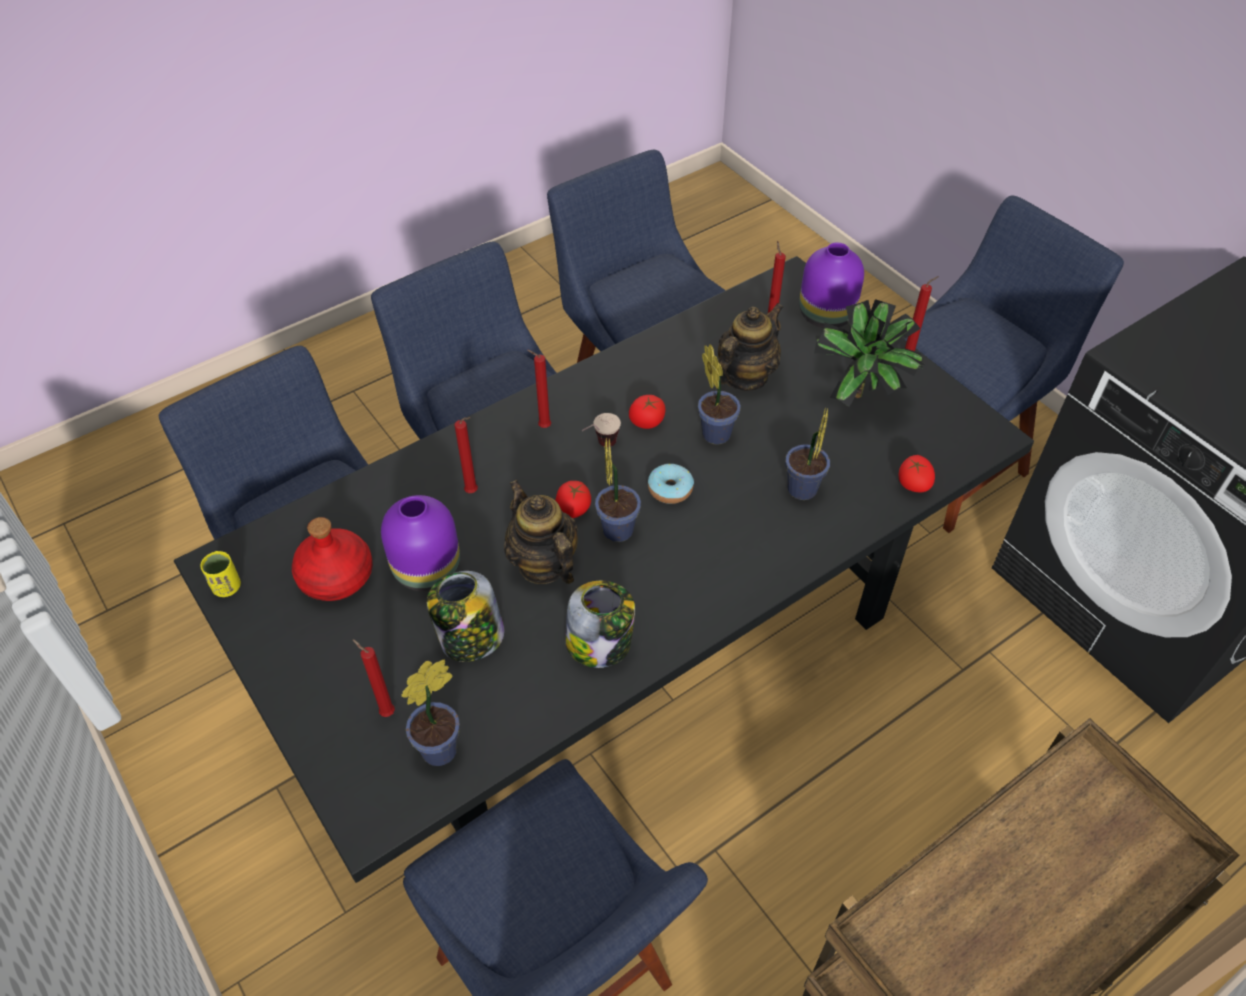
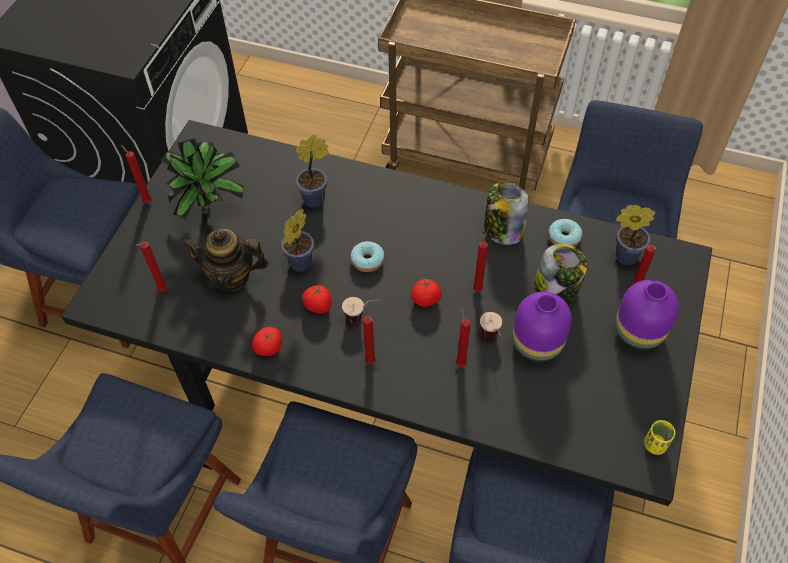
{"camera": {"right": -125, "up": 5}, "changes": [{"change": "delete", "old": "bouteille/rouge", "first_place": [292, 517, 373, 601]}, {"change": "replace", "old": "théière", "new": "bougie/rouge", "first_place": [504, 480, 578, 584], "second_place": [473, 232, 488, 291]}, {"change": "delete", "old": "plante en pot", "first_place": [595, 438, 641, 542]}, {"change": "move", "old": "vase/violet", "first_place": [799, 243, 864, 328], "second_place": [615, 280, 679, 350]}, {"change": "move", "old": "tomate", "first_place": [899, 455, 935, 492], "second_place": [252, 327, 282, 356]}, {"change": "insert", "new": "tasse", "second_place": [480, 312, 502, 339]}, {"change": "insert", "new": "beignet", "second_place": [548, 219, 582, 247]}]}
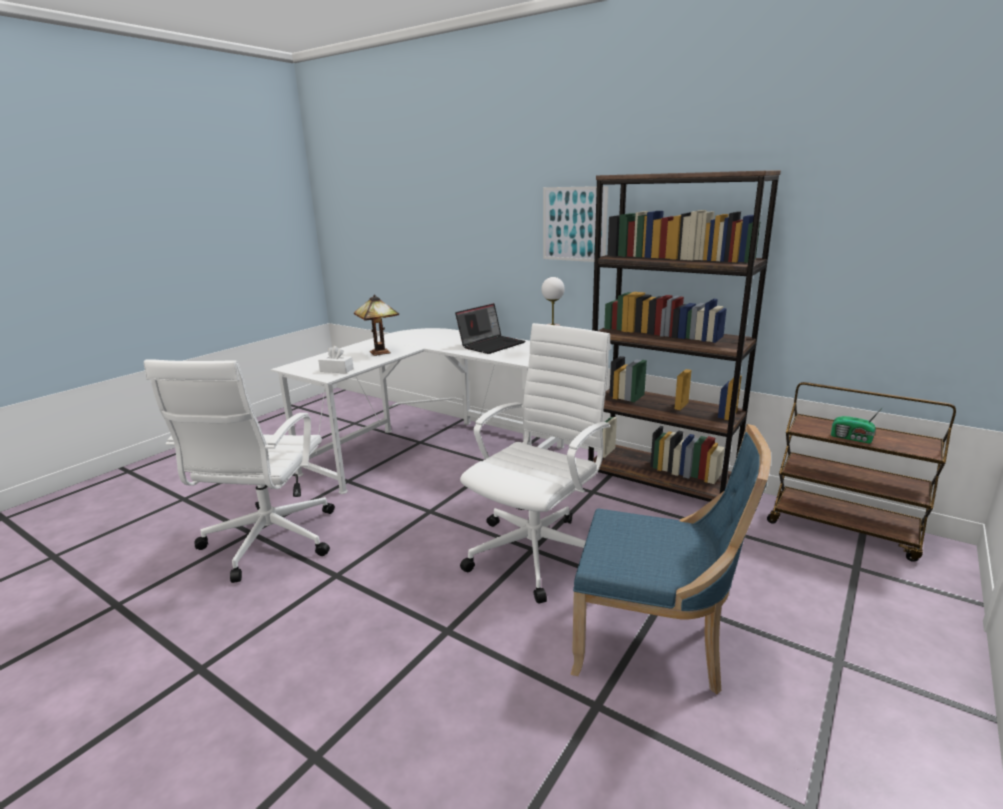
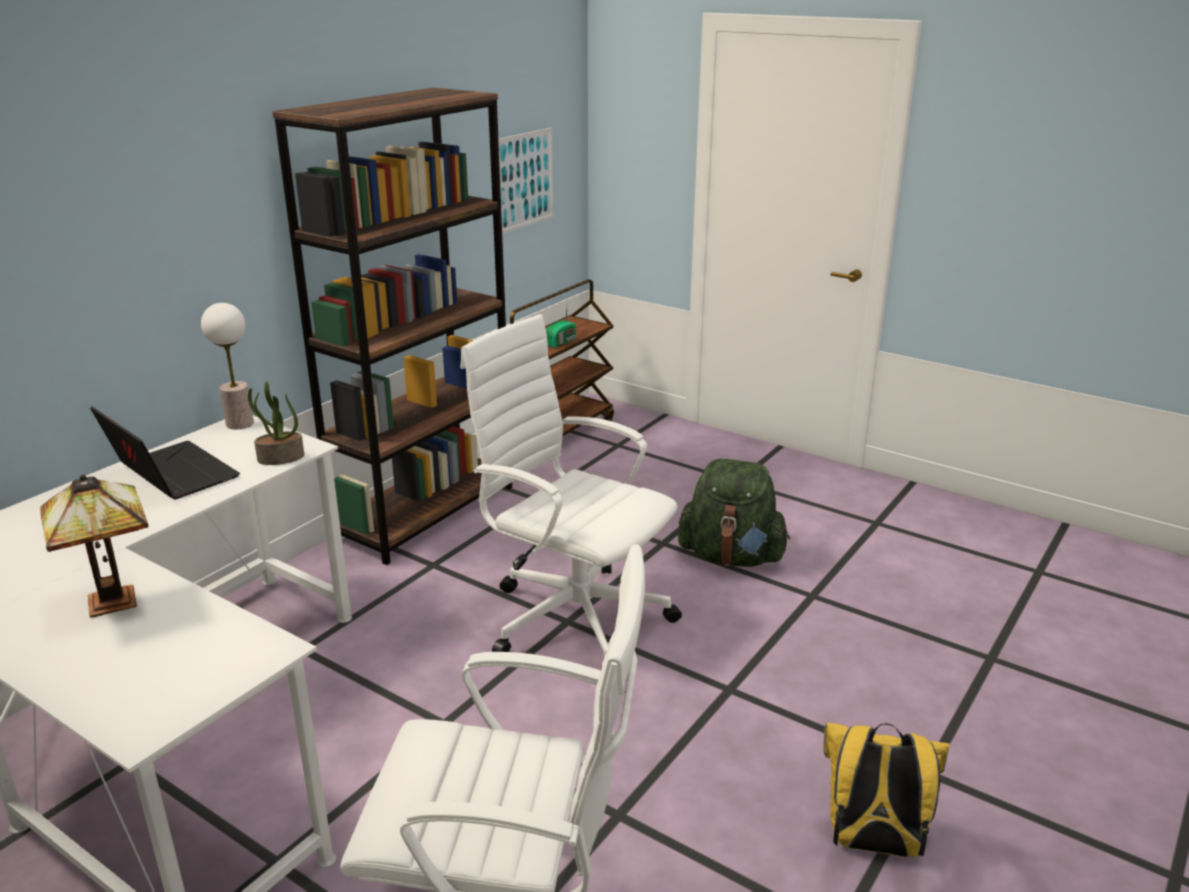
{"camera": {"right": -90, "up": 5}, "changes": [{"change": "delete", "old": "boîte à mouchoirs/blanc", "first_place": [318, 346, 354, 373]}, {"change": "move", "old": "tableau", "first_place": [543, 186, 608, 262], "second_place": [498, 128, 554, 234]}, {"change": "replace", "old": "chaise/bleu", "new": "sac à dos/vert", "first_place": [571, 424, 771, 694], "second_place": [678, 459, 790, 567]}, {"change": "insert", "new": "plante en pot", "second_place": [248, 381, 304, 465]}, {"change": "insert", "new": "sac à dos/jaune", "second_place": [824, 722, 950, 857]}]}
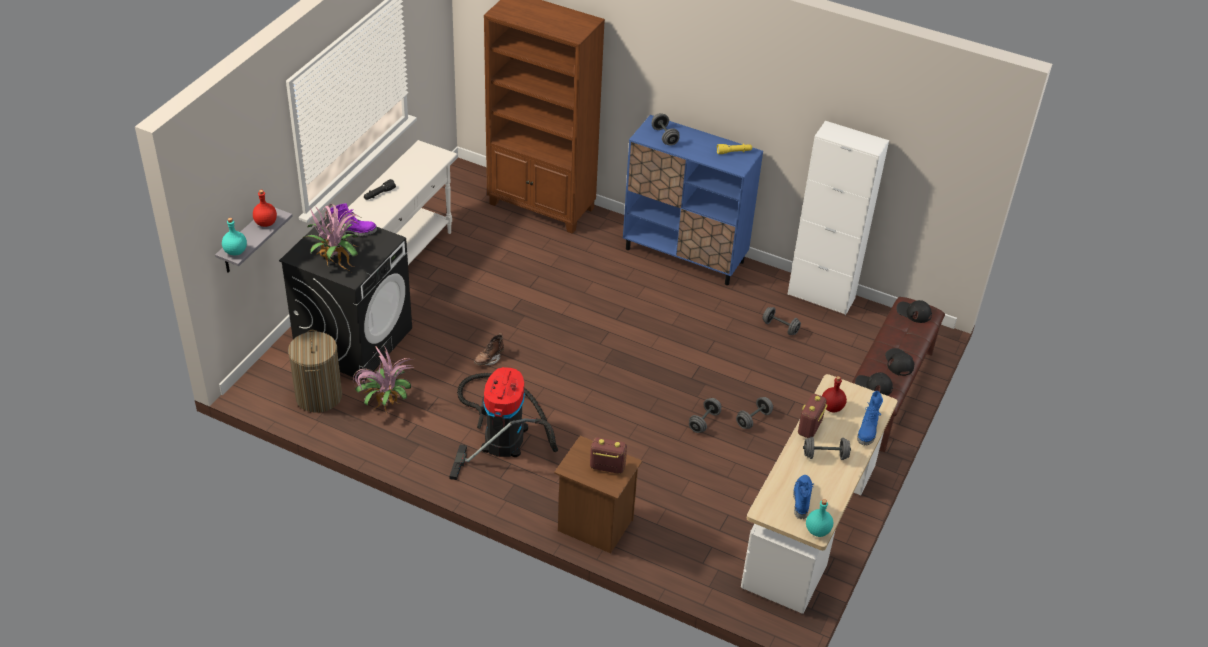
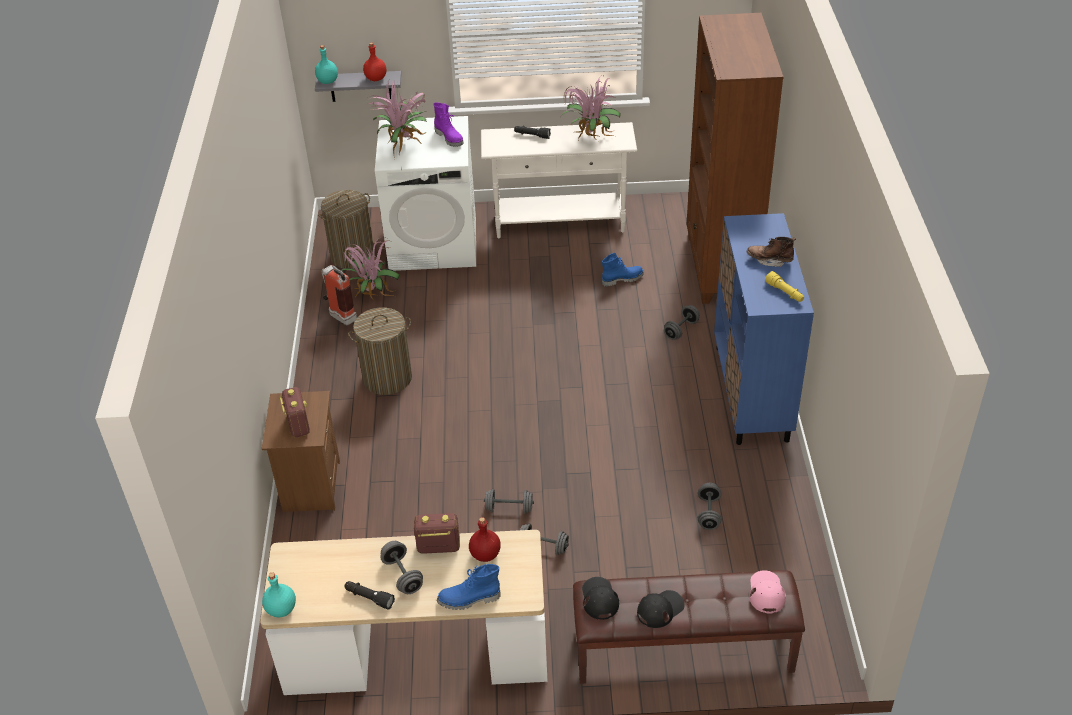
{"camera": {"right": 65, "up": 0}, "changes": [{"change": "recolor", "old": "lave-linge/noir", "new": "lave-linge/blanc", "first_place": [279, 214, 412, 382], "second_place": [375, 116, 476, 271]}, {"change": "replace", "old": "aspirateur", "new": "panier à linge", "first_place": [449, 367, 558, 480], "second_place": [348, 307, 412, 395]}, {"change": "move", "old": "botte/marron", "first_place": [474, 332, 504, 365], "second_place": [747, 237, 796, 267]}, {"change": "move", "old": "haltère/gris", "first_place": [652, 113, 680, 146], "second_place": [664, 305, 700, 340]}, {"change": "delete", "old": "meuble de rangement/blanc", "first_place": [787, 121, 889, 315]}, {"change": "move", "old": "botte/bleu", "first_place": [793, 475, 814, 519], "second_place": [602, 253, 644, 287]}, {"change": "recolor", "old": "casquette/noir", "new": "casquette/rose", "first_place": [896, 300, 932, 323], "second_place": [749, 570, 786, 614]}, {"change": "insert", "new": "extincteur", "second_place": [322, 265, 357, 325]}, {"change": "insert", "new": "lampe de poche/noir", "second_place": [344, 581, 395, 610]}, {"change": "insert", "new": "plante en pot", "second_place": [561, 76, 621, 141]}]}
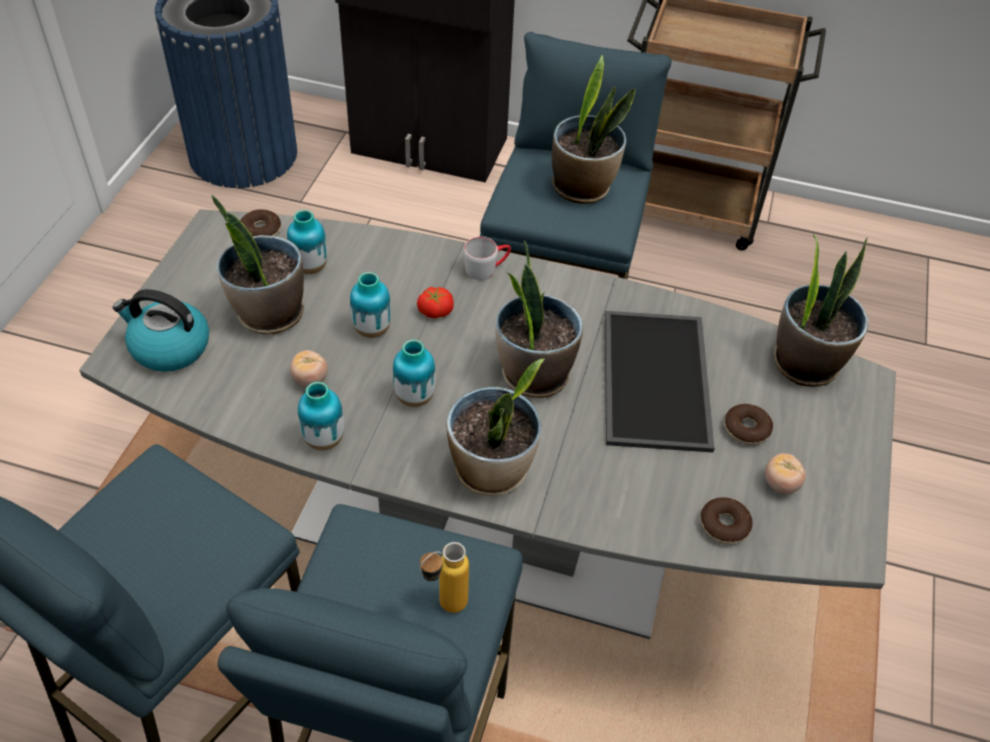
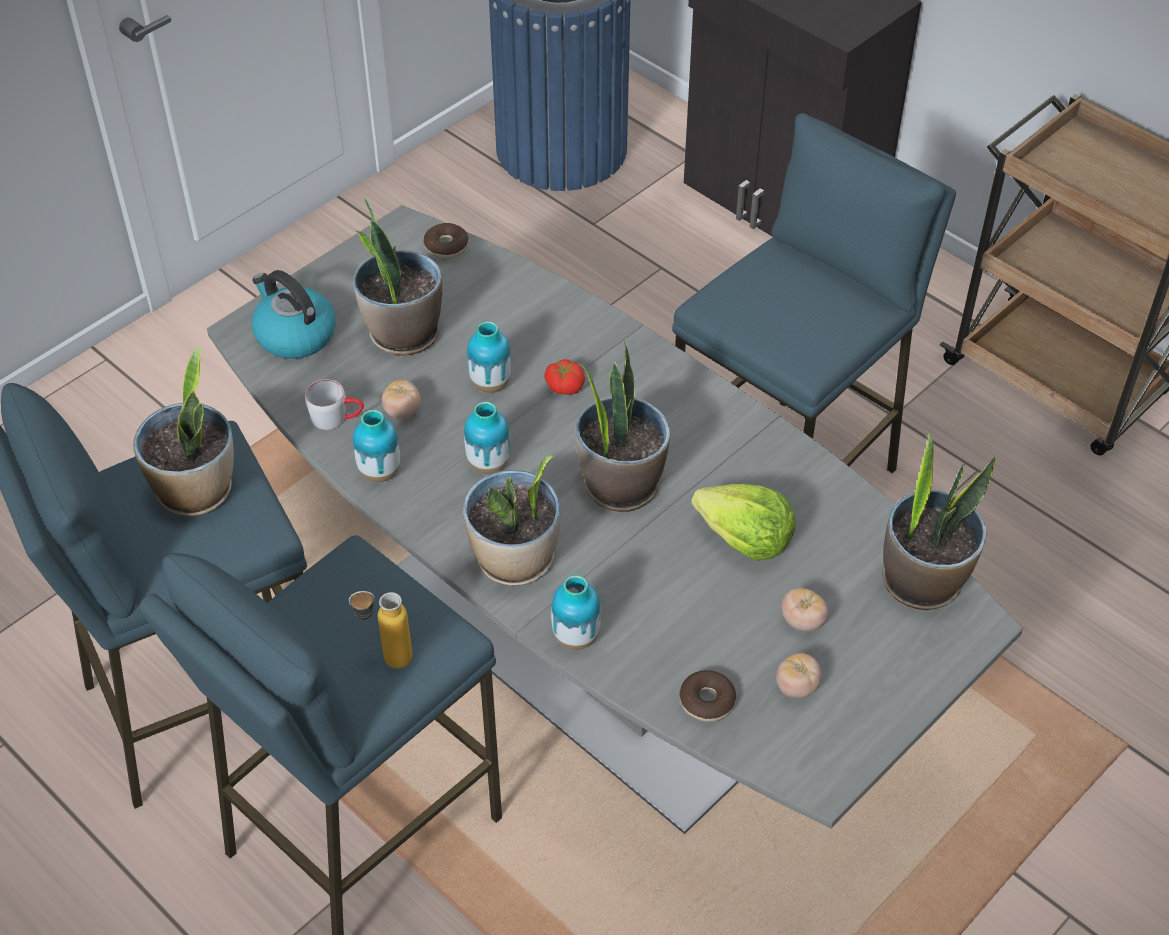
{"camera": {"right": 30, "up": 0}, "changes": [{"change": "move", "old": "vase", "first_place": [287, 210, 327, 274], "second_place": [551, 575, 601, 650]}, {"change": "move", "old": "mug/gris", "first_place": [463, 237, 511, 280], "second_place": [305, 379, 364, 430]}, {"change": "move", "old": "plante en pot", "first_place": [552, 55, 635, 204], "second_place": [133, 346, 234, 516]}, {"change": "replace", "old": "plateau", "new": "laitue", "first_place": [605, 311, 715, 452], "second_place": [691, 484, 796, 561]}, {"change": "replace", "old": "beignet", "new": "tomate", "first_place": [724, 404, 773, 445], "second_place": [782, 588, 828, 631]}]}
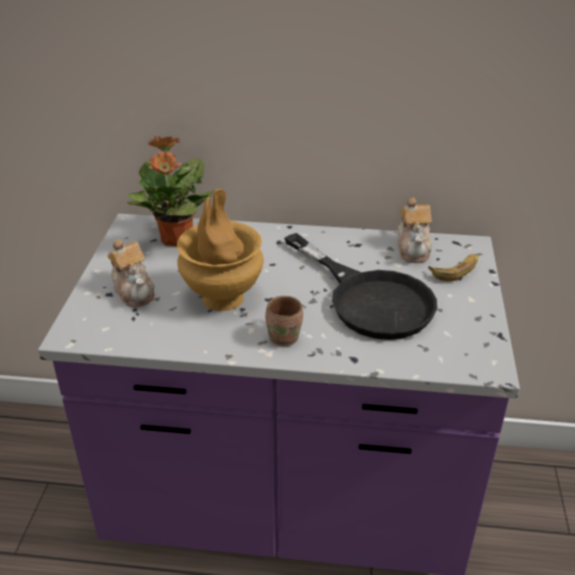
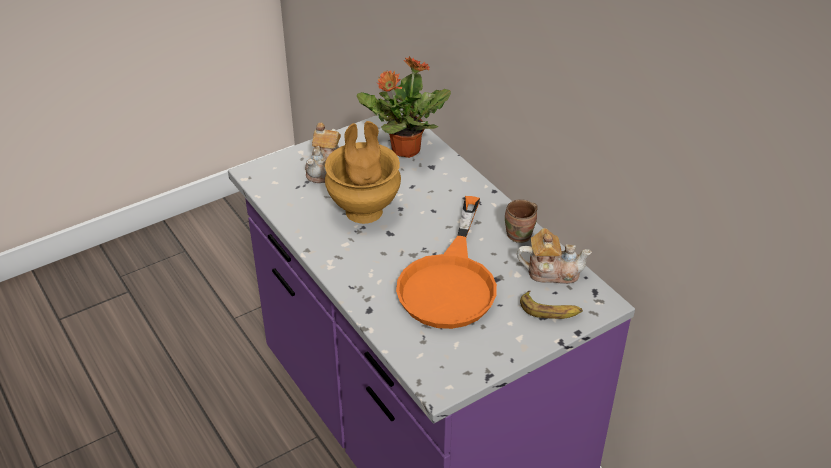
{"camera": {"right": 50, "up": 5}, "changes": [{"change": "move", "old": "mug/marron", "first_place": [265, 296, 303, 346], "second_place": [505, 199, 538, 243]}, {"change": "recolor", "old": "poêle/noir", "new": "poêle/orange", "first_place": [284, 233, 437, 340], "second_place": [396, 196, 497, 329]}, {"change": "rotate", "old": "théière", "first_place": [397, 197, 432, 263], "second_place": [517, 228, 592, 284], "degrees": -135}]}
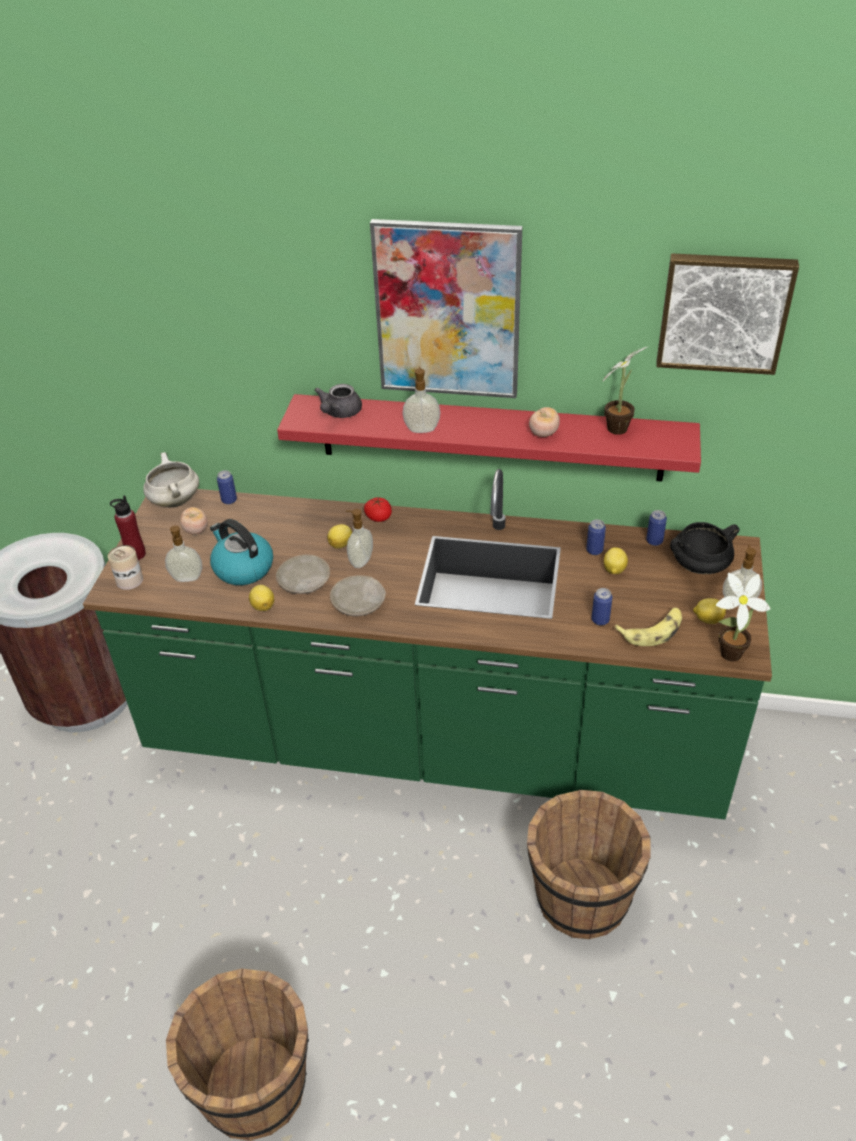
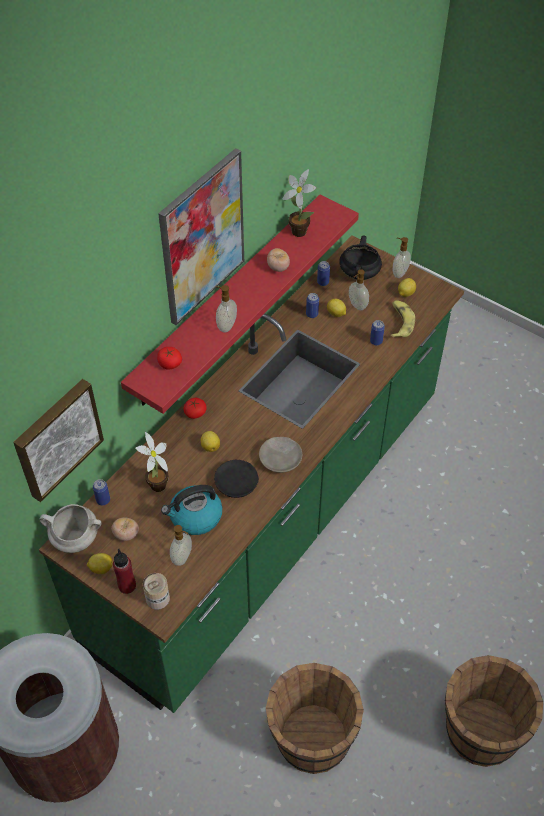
{"camera": {"right": -65, "up": 10}, "changes": [{"change": "move", "old": "citron", "first_place": [249, 585, 274, 611], "second_place": [87, 553, 113, 574]}, {"change": "recolor", "old": "assiette/beige", "new": "assiette/noir", "first_place": [276, 555, 330, 594], "second_place": [214, 460, 259, 498]}, {"change": "replace", "old": "théière/gris", "new": "tomate", "first_place": [314, 384, 362, 418], "second_place": [157, 347, 182, 370]}, {"change": "move", "old": "distributeur de savon", "first_place": [346, 509, 373, 568], "second_place": [349, 269, 369, 310]}, {"change": "move", "old": "seau/marron", "first_place": [527, 790, 651, 939], "second_place": [266, 663, 364, 774]}, {"change": "move", "old": "tableau", "first_place": [656, 253, 799, 375], "second_place": [13, 379, 104, 502]}, {"change": "move", "old": "plante en pot", "first_place": [716, 573, 771, 662], "second_place": [135, 432, 169, 492]}]}
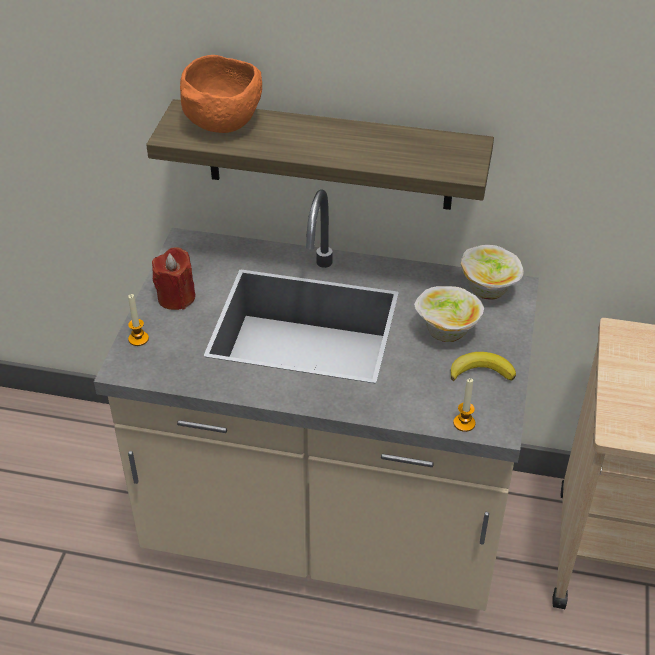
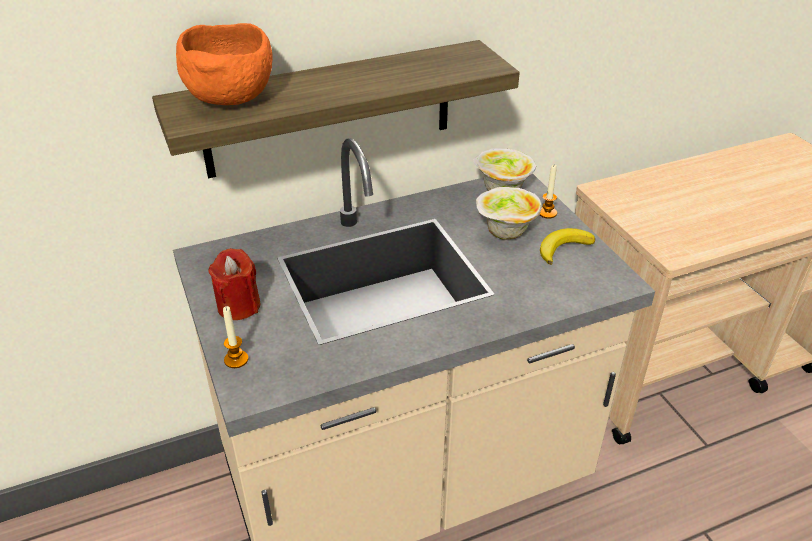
{"camera": {"right": -35, "up": -5}, "changes": [{"change": "move", "old": "bougie", "first_place": [453, 378, 476, 432], "second_place": [540, 165, 557, 219]}]}
